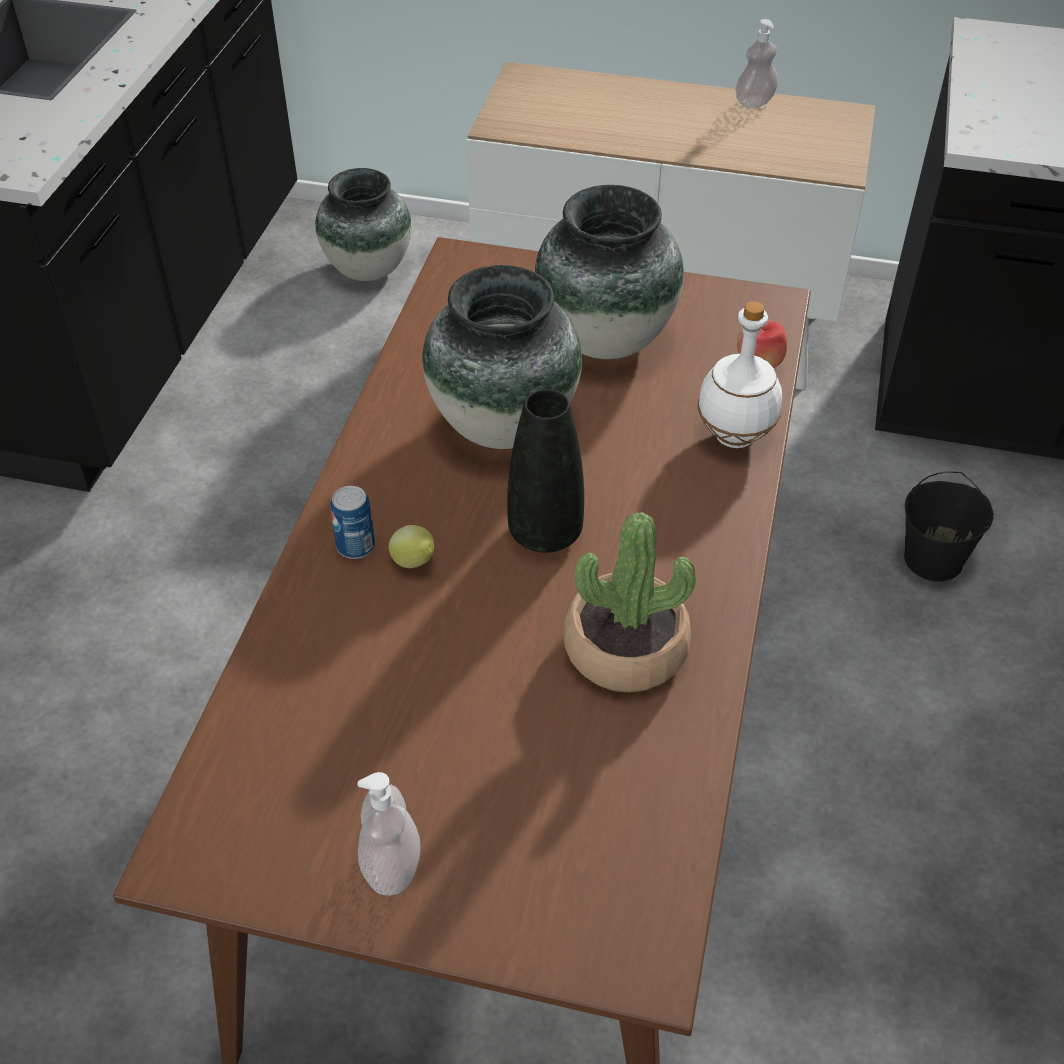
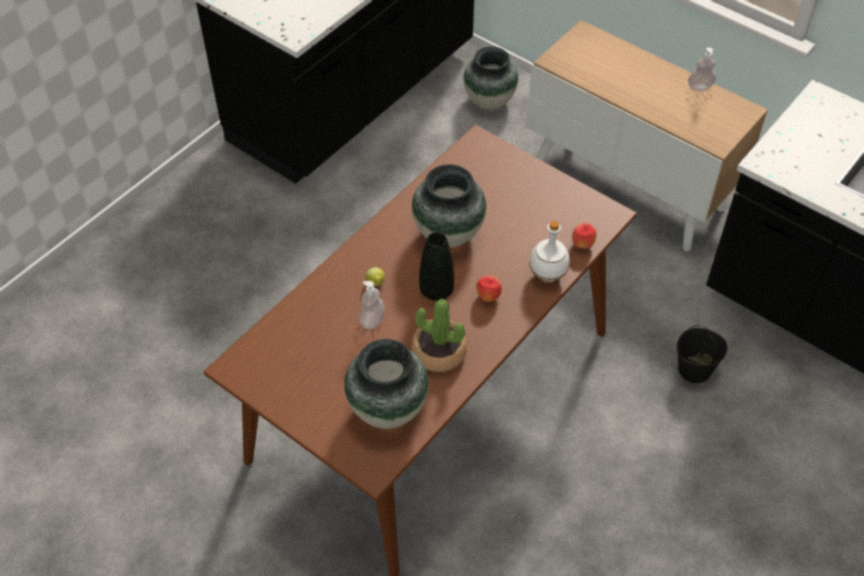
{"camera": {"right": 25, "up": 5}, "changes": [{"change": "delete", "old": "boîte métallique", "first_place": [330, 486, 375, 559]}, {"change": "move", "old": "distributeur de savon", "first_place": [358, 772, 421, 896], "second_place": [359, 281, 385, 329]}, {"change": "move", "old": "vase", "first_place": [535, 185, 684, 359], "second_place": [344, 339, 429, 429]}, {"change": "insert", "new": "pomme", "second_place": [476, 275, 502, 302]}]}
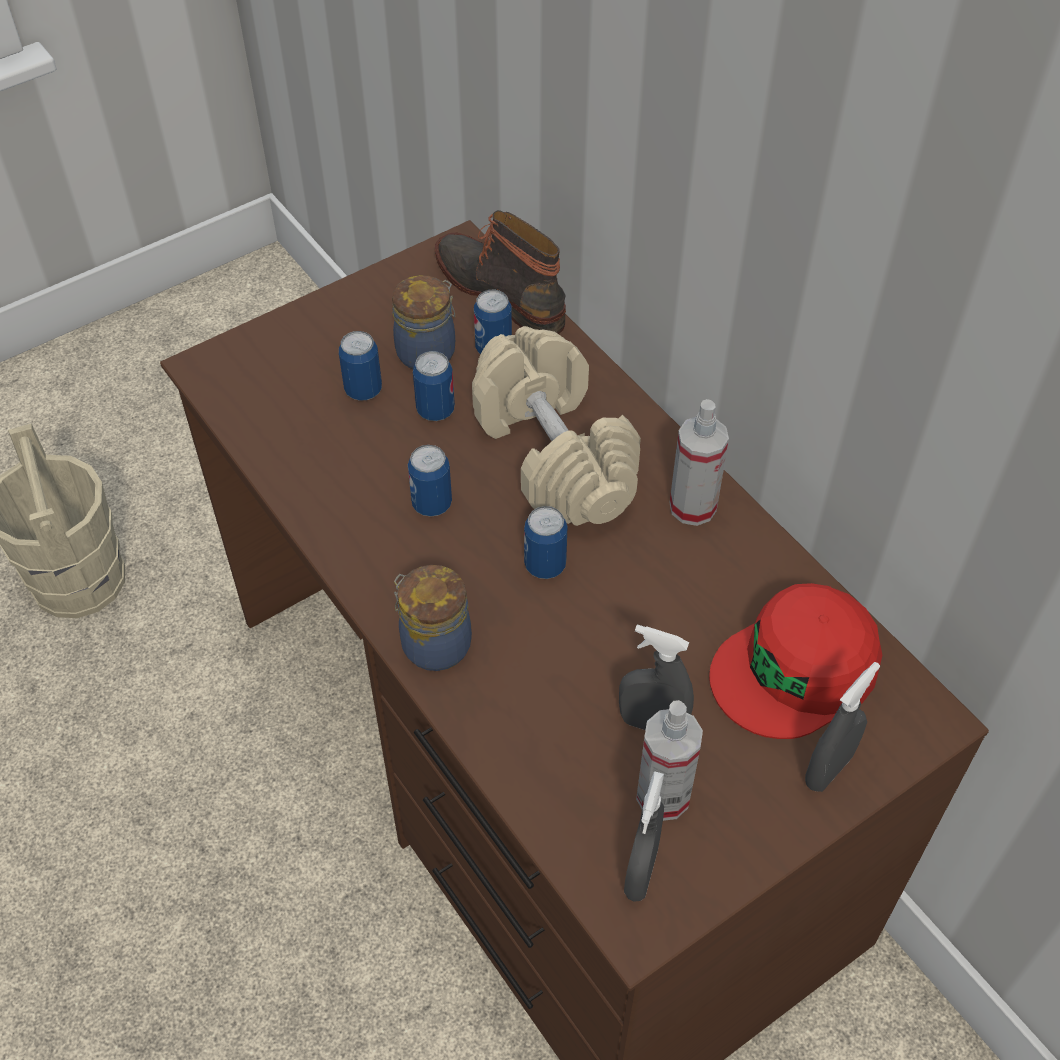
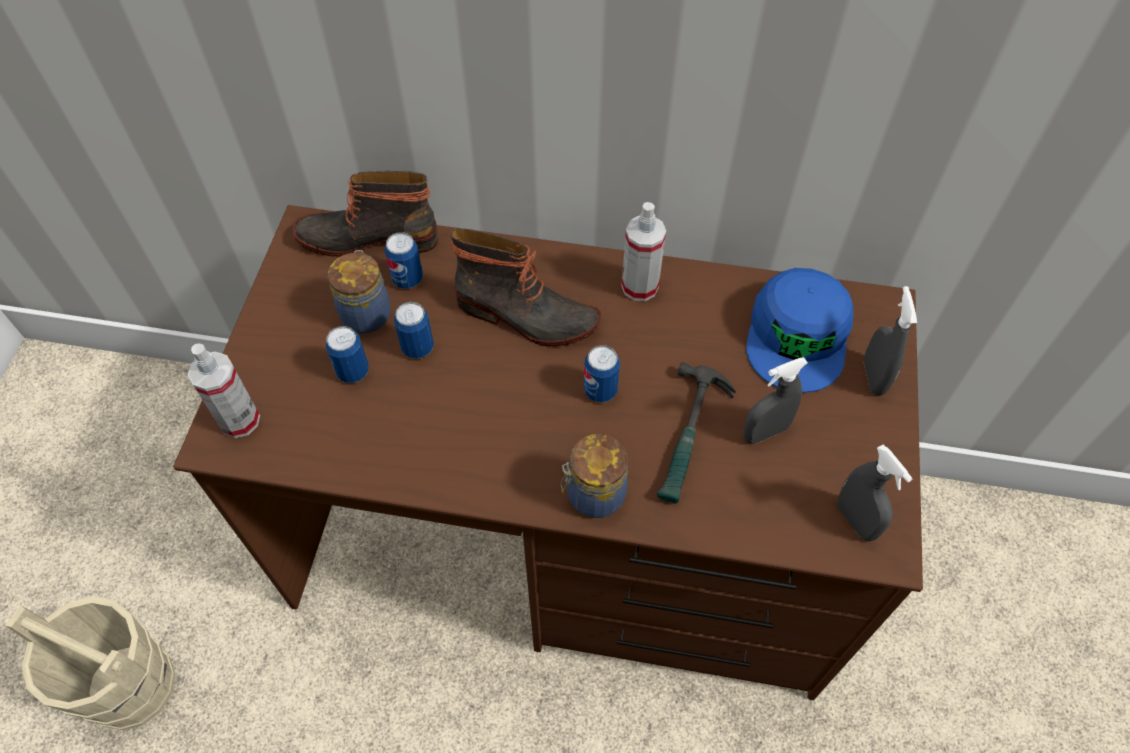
{"camera": {"right": -45, "up": 5}, "changes": [{"change": "delete", "old": "boîte métallique", "first_place": [408, 445, 452, 517]}, {"change": "replace", "old": "haltère/beige", "new": "botte", "first_place": [472, 326, 641, 526], "second_place": [451, 228, 601, 347]}, {"change": "move", "old": "vaporisateur", "first_place": [636, 700, 703, 821], "second_place": [188, 343, 260, 438]}, {"change": "recolor", "old": "casquette/rouge", "new": "casquette/bleu", "first_place": [709, 583, 882, 739], "second_place": [746, 268, 854, 393]}, {"change": "insert", "new": "marteau", "second_place": [657, 362, 736, 504]}]}
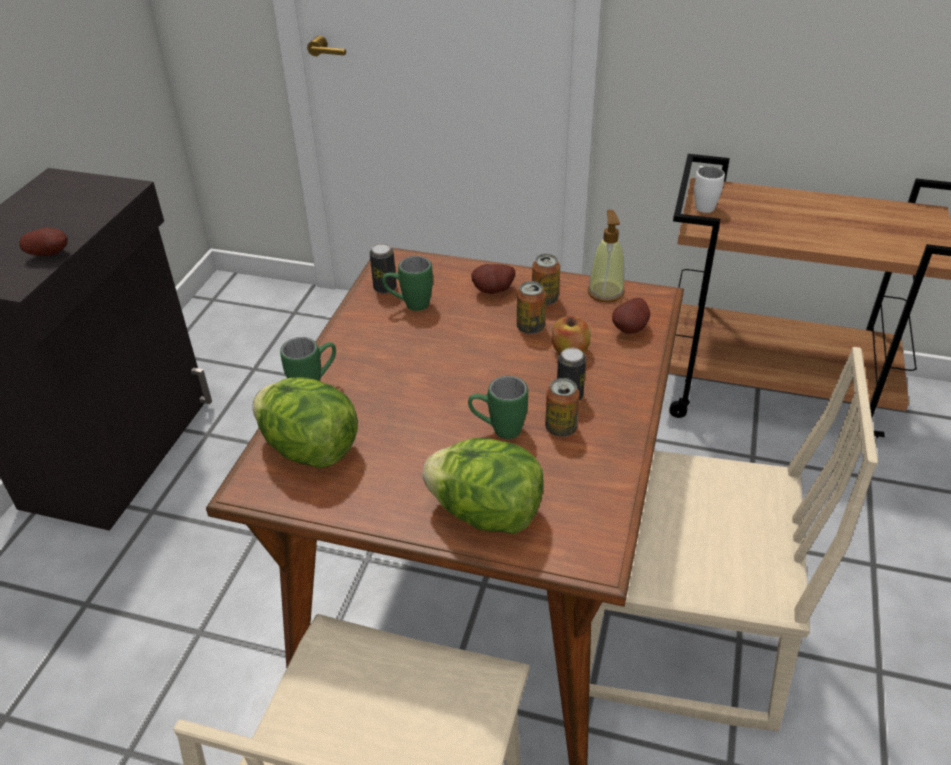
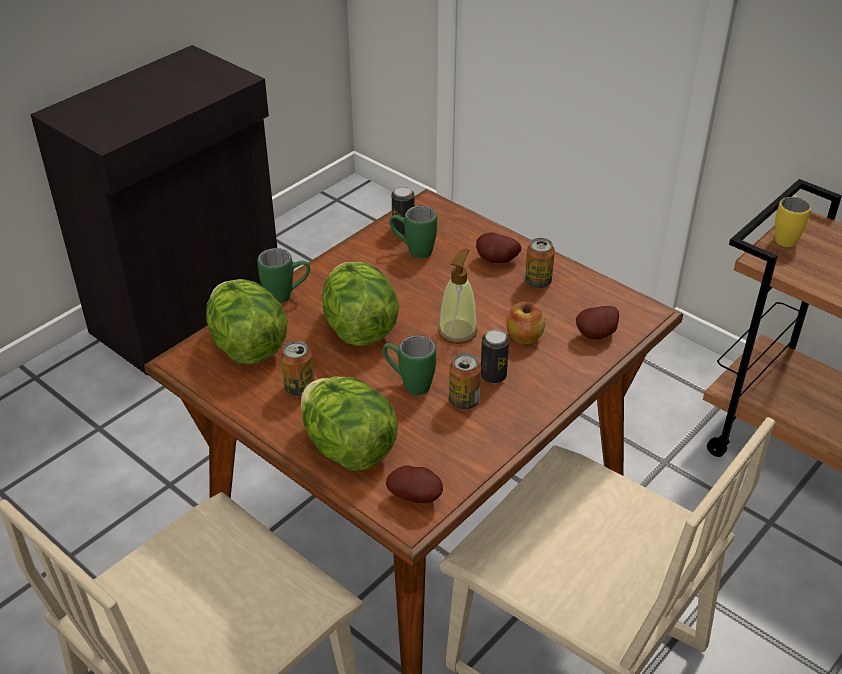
{"camera": {"right": 25, "up": 0}, "changes": [{"change": "move", "old": "pomme de terre", "first_place": [19, 227, 68, 256], "second_place": [386, 466, 443, 503]}, {"change": "move", "old": "boîte métallique", "first_place": [517, 281, 546, 334], "second_place": [280, 341, 314, 396]}, {"change": "move", "old": "distributeur de savon", "first_place": [588, 210, 624, 302], "second_place": [438, 249, 477, 344]}, {"change": "recolor", "old": "mug/blanc", "new": "mug/jaune", "first_place": [694, 166, 725, 213], "second_place": [775, 195, 811, 247]}, {"change": "insert", "new": "laitue", "second_place": [322, 262, 400, 346]}]}
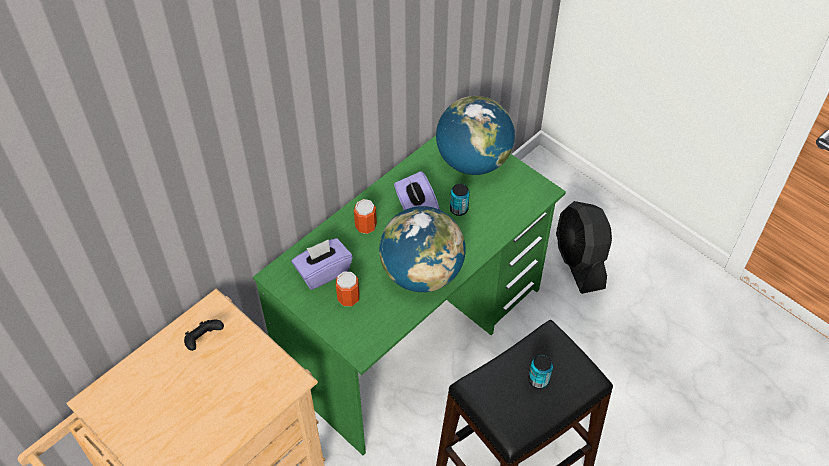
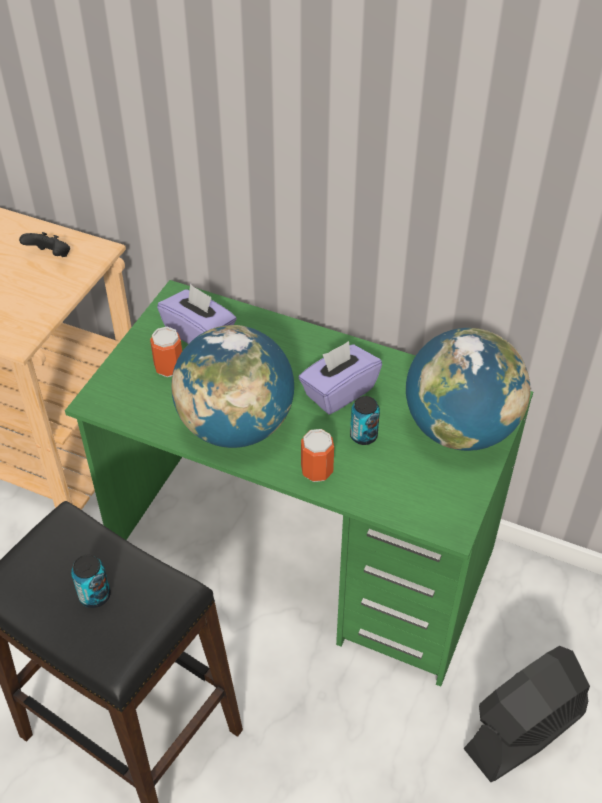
{"camera": {"right": 70, "up": -5}, "changes": [{"change": "move", "old": "boîte métallique", "first_place": [354, 199, 377, 234], "second_place": [301, 429, 334, 482]}]}
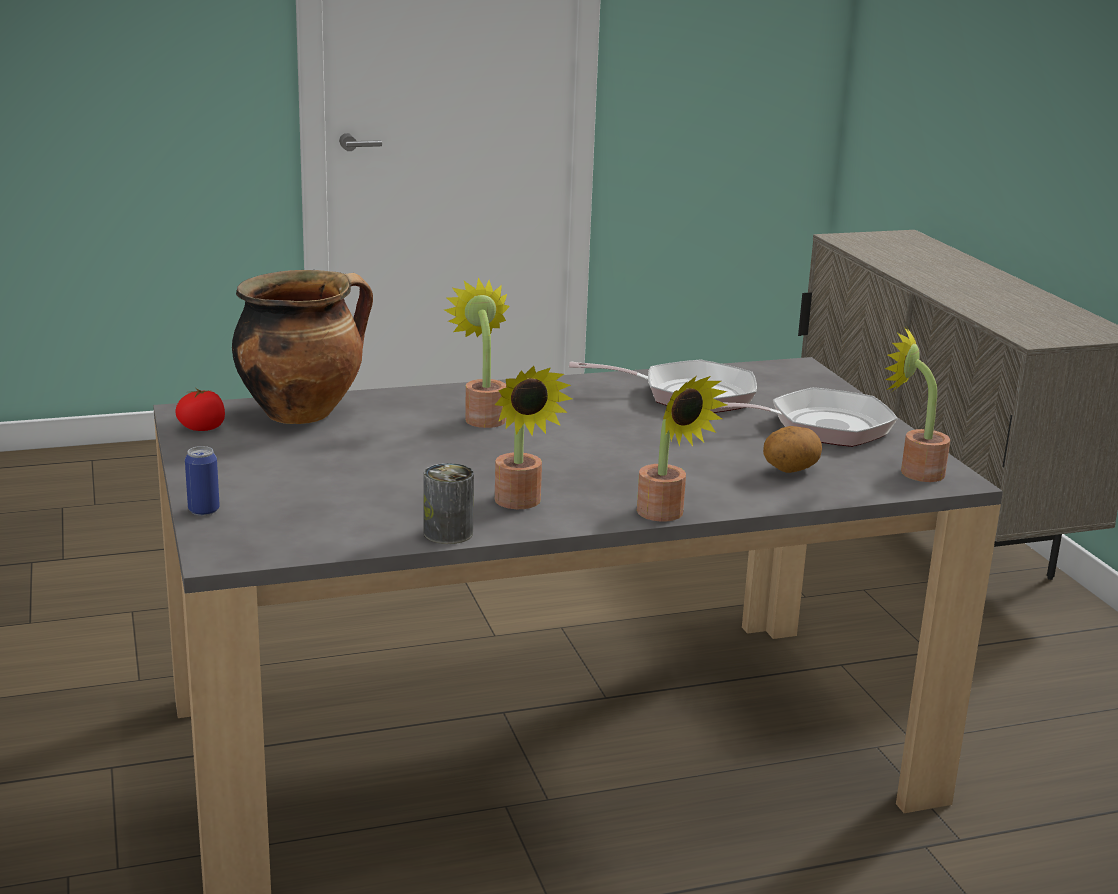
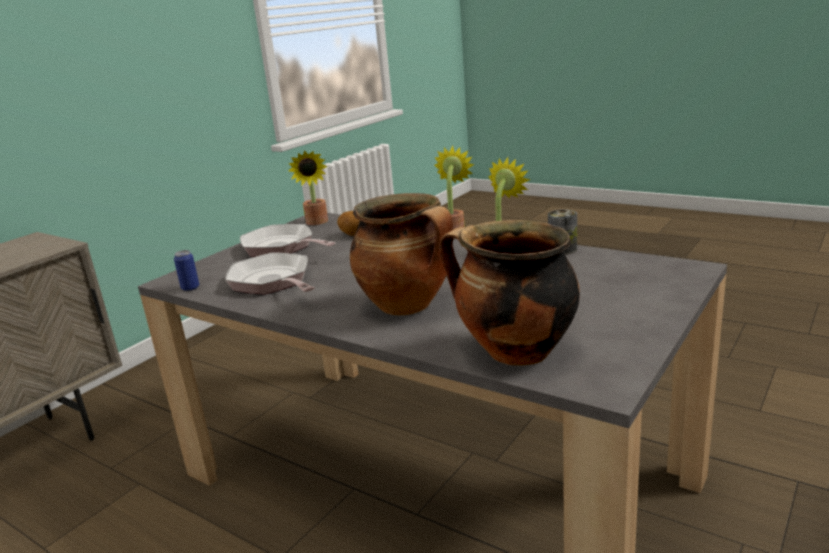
{"camera": {"right": -125, "up": 0}, "changes": [{"change": "delete", "old": "tomate", "first_place": [175, 388, 225, 431]}, {"change": "move", "old": "boîte métallique", "first_place": [185, 446, 220, 516], "second_place": [174, 250, 199, 291]}, {"change": "replace", "old": "plante en pot", "new": "marmite", "first_place": [444, 278, 510, 428], "second_place": [350, 193, 453, 315]}]}
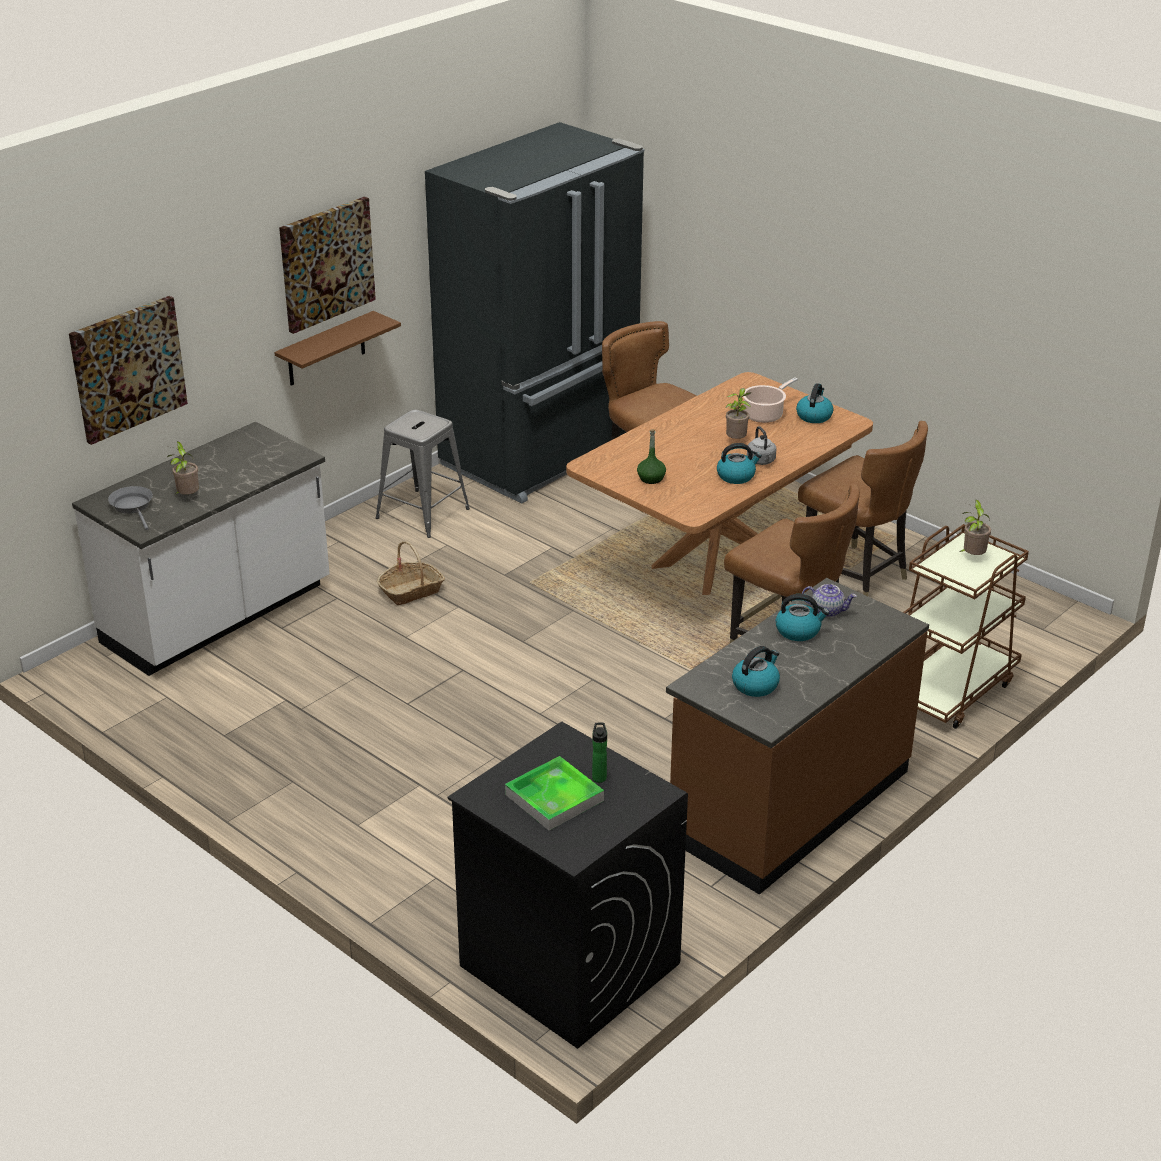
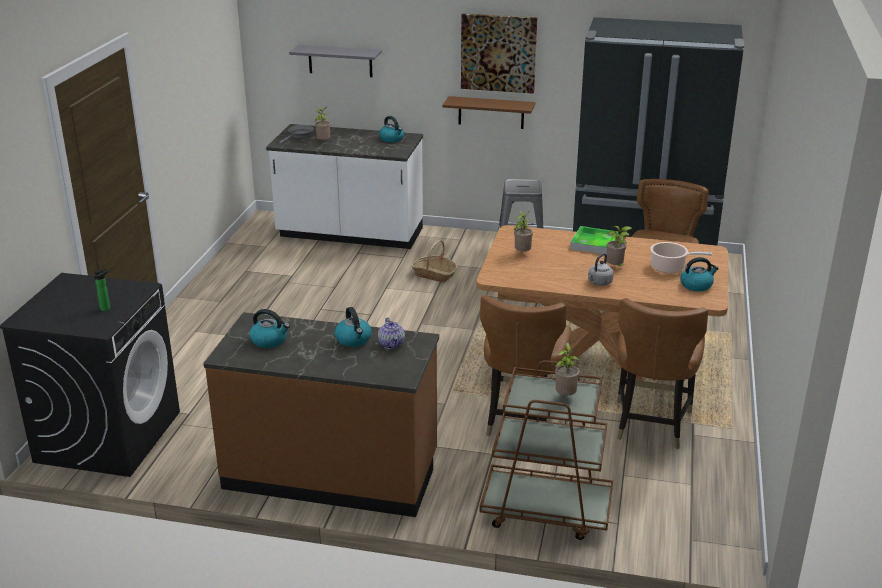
{"camera": {"right": 60, "up": -5}, "changes": [{"change": "replace", "old": "tableau", "new": "étagère/gris", "first_place": [69, 296, 188, 445], "second_place": [289, 45, 382, 77]}, {"change": "move", "old": "plateau", "first_place": [505, 756, 604, 831], "second_place": [570, 226, 619, 255]}, {"change": "replace", "old": "bouteille/vert", "new": "plante en pot", "first_place": [637, 429, 666, 484], "second_place": [514, 210, 533, 251]}, {"change": "move", "old": "bouilloire", "first_place": [717, 443, 762, 484], "second_place": [379, 116, 404, 142]}]}
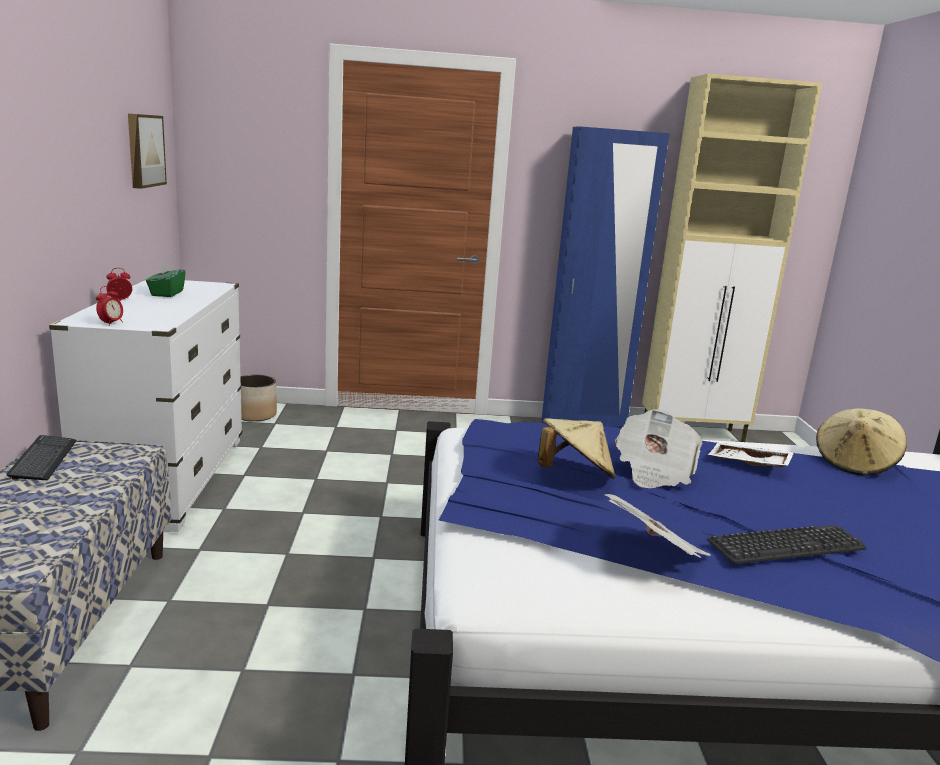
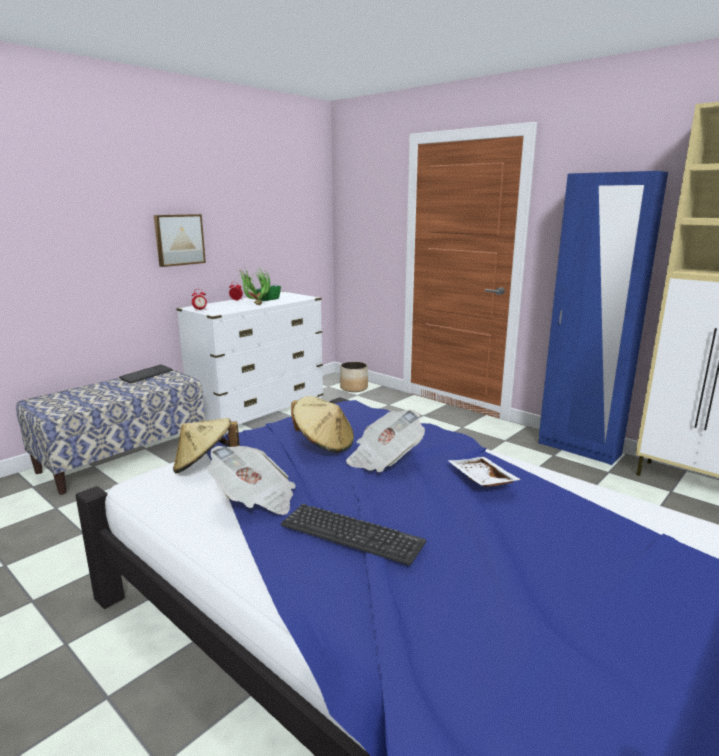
{"camera": {"right": 45, "up": 0}, "changes": [{"change": "move", "old": "tableau", "first_place": [128, 114, 167, 189], "second_place": [154, 214, 206, 267]}, {"change": "move", "old": "chapeau/beige", "first_place": [816, 408, 907, 476], "second_place": [173, 418, 240, 474]}, {"change": "insert", "new": "plante en pot", "second_place": [237, 267, 270, 305]}]}
